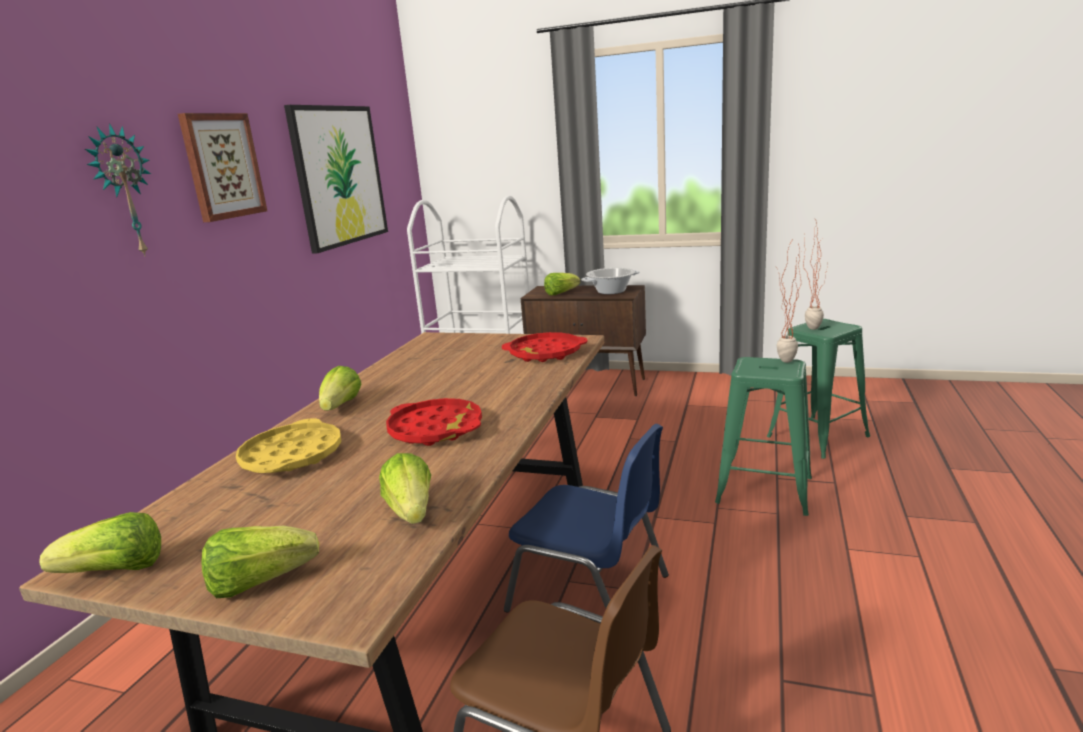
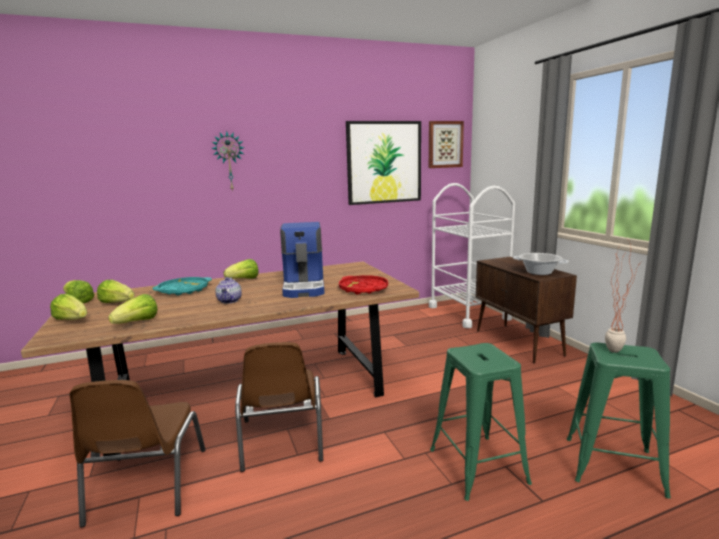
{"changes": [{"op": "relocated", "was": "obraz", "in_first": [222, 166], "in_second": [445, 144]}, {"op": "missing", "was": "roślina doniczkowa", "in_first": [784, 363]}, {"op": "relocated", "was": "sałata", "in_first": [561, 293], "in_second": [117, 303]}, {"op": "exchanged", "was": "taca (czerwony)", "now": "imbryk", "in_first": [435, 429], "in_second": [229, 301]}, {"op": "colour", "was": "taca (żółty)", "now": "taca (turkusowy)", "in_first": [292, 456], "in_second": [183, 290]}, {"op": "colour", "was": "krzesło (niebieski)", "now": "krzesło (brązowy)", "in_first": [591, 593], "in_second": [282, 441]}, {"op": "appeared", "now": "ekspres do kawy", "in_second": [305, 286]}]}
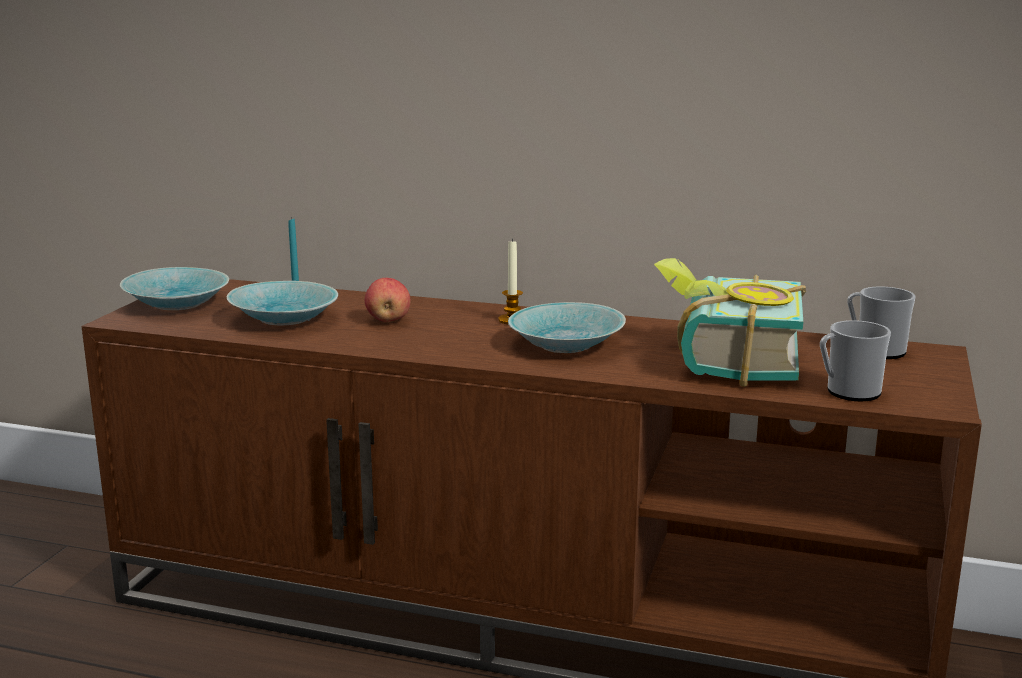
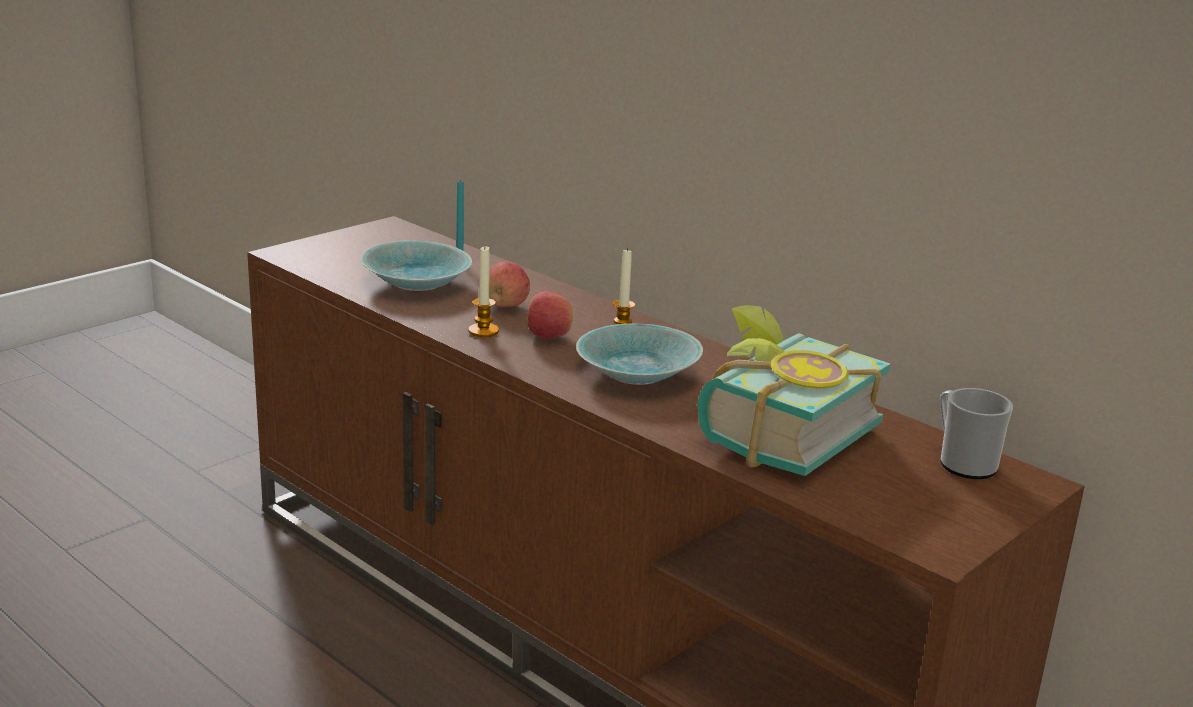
{"changes": [{"op": "missing", "was": "miska (turkusowy)", "in_first": [180, 303]}, {"op": "missing", "was": "kubek", "in_first": [848, 392]}, {"op": "appeared", "now": "świeca", "in_second": [483, 331]}, {"op": "appeared", "now": "jabłko", "in_second": [548, 336]}]}
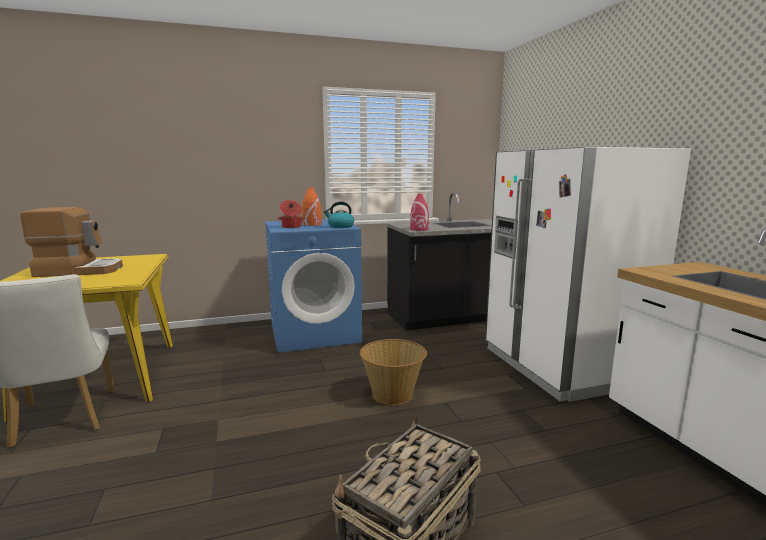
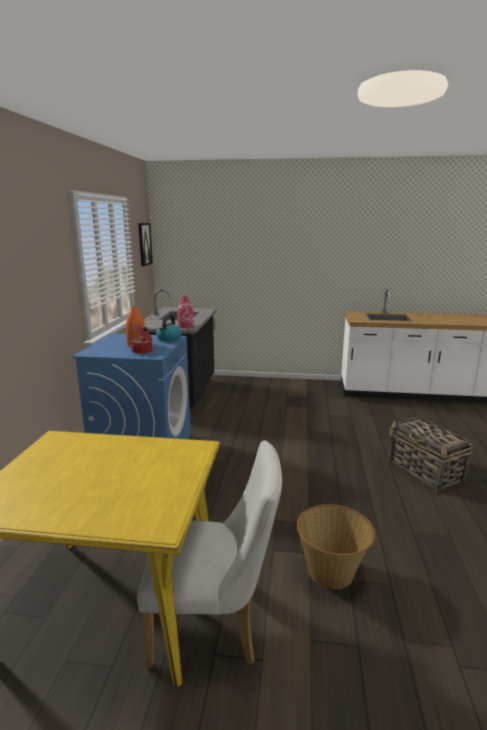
{"changes": [{"op": "missing", "was": "lodówka (biały)", "in_first": [561, 366]}, {"op": "missing", "was": "ekspres do kawy", "in_first": [80, 270]}, {"op": "relocated", "was": "koszyk", "in_first": [392, 395], "in_second": [331, 571]}, {"op": "appeared", "now": "obraz", "in_second": [144, 244]}]}
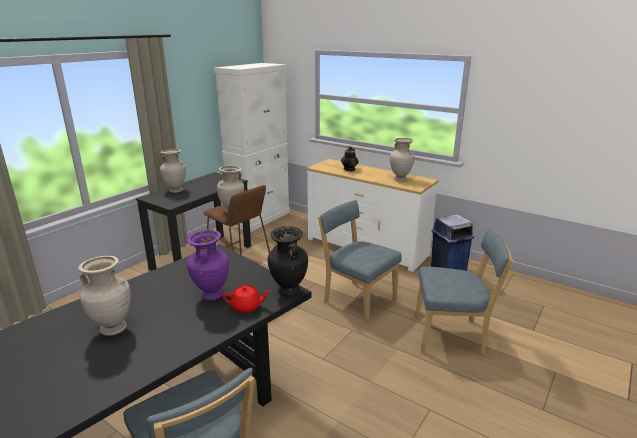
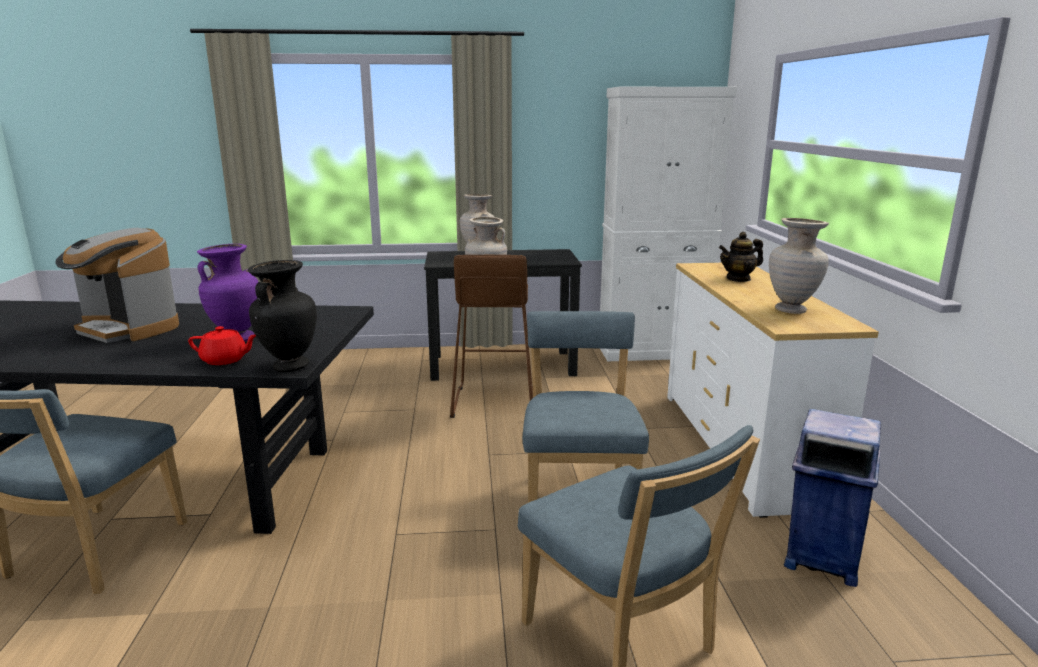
{"changes": [{"op": "exchanged", "was": "wazon (beżowy)", "now": "ekspres do kawy", "in_first": [113, 328], "in_second": [128, 329]}, {"op": "spun", "was": "imbryk (czerwony)", "in_first": [247, 307], "in_second": [225, 360], "clockwise": -45}]}
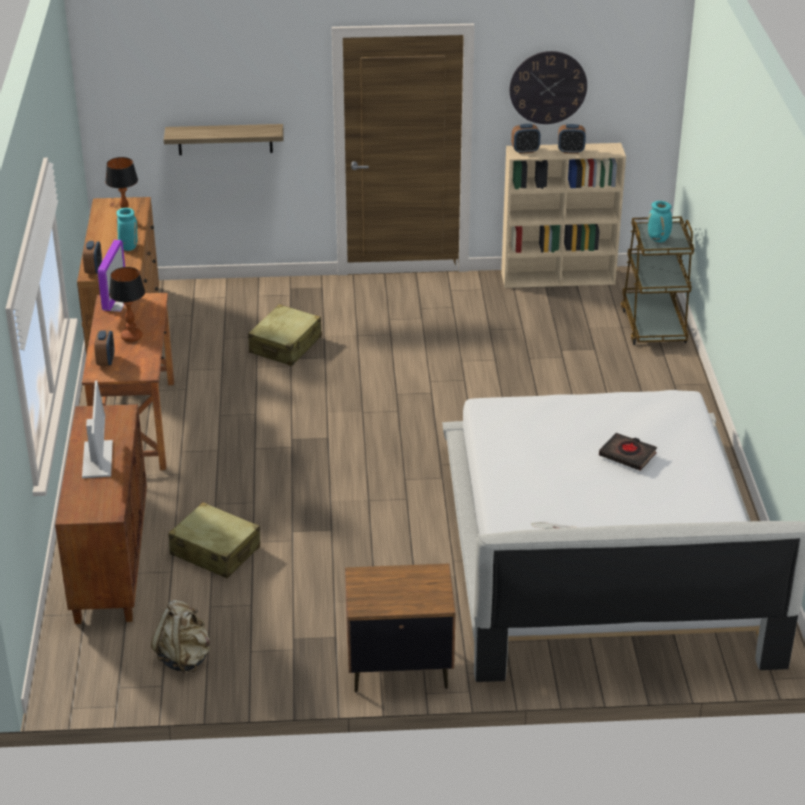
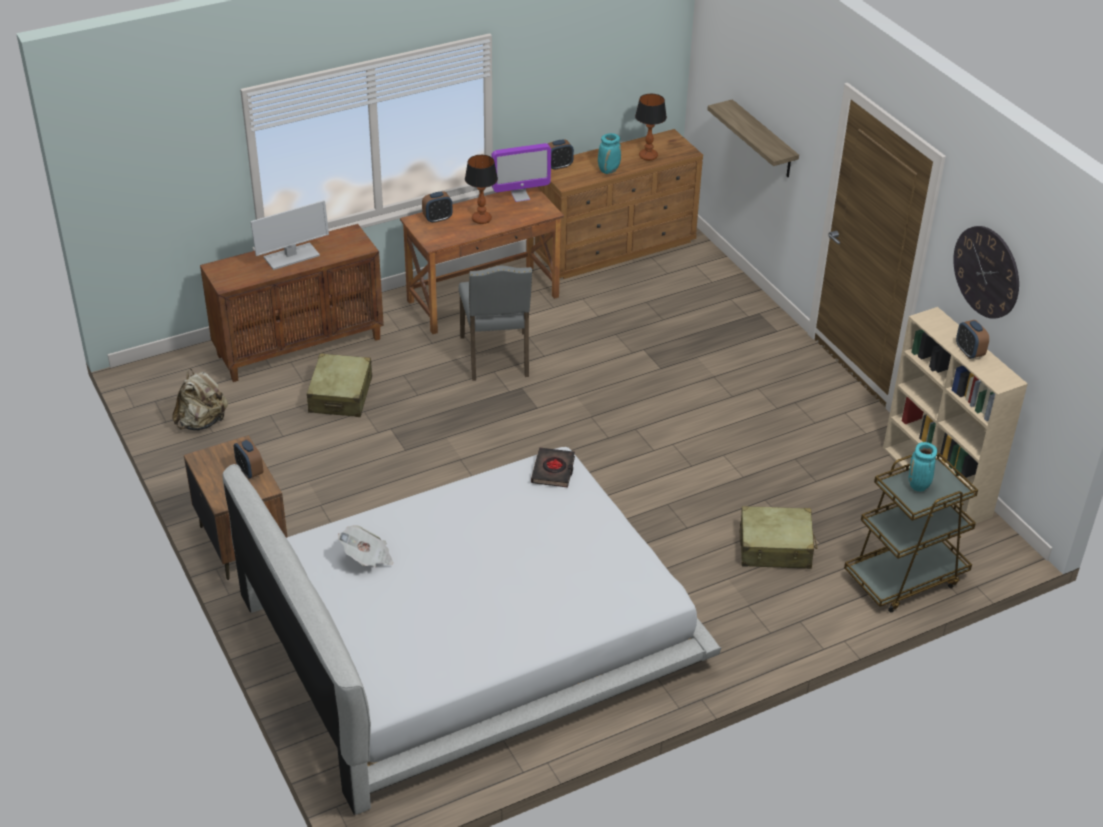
{"changes": [{"op": "relocated", "was": "budzik", "in_first": [525, 151], "in_second": [250, 471]}, {"op": "relocated", "was": "walizka (beżowy)", "in_first": [286, 345], "in_second": [775, 548]}, {"op": "relocated", "was": "książka (czarny)", "in_first": [627, 455], "in_second": [553, 470]}, {"op": "appeared", "now": "krzesło (szary)", "in_second": [497, 357]}]}
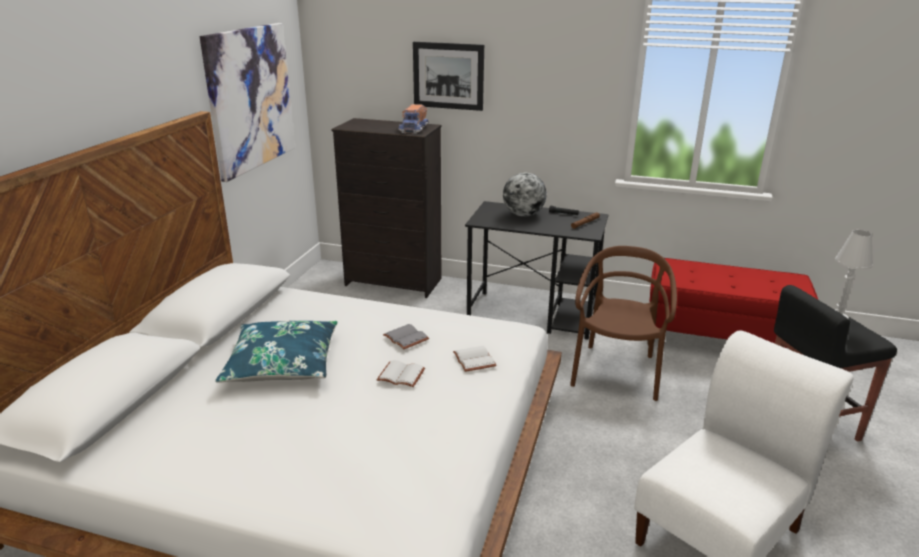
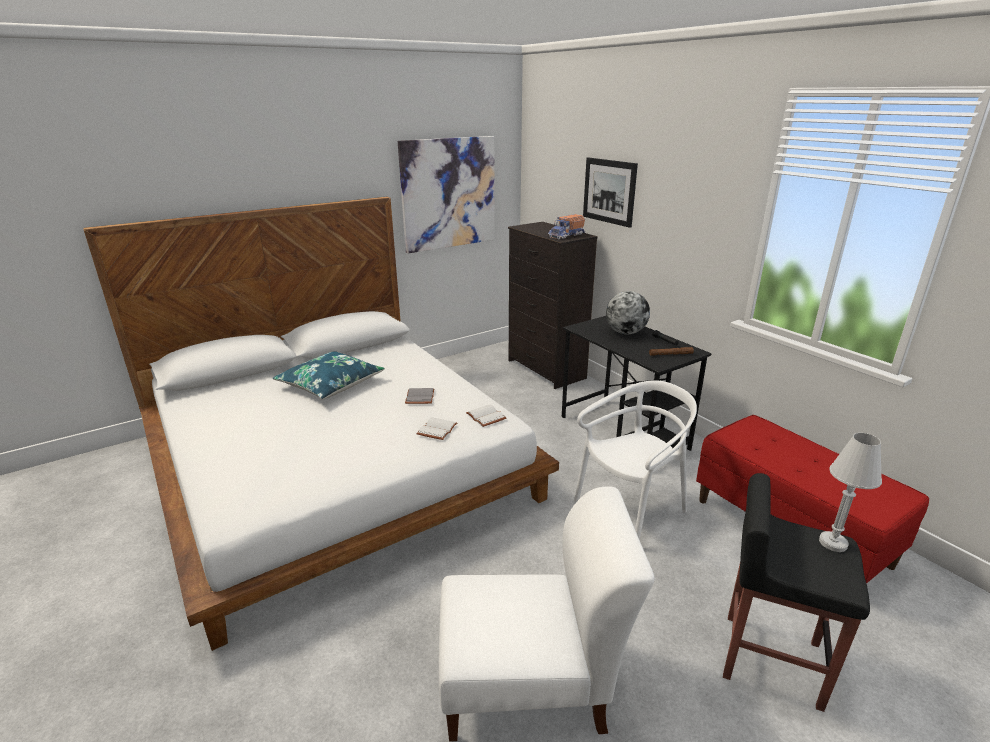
{"changes": [{"op": "colour", "was": "krzesło (brązowy)", "now": "krzesło (biały)", "in_first": [616, 372], "in_second": [631, 509]}, {"op": "relocated", "was": "książka (biały)", "in_first": [400, 376], "in_second": [484, 416]}]}
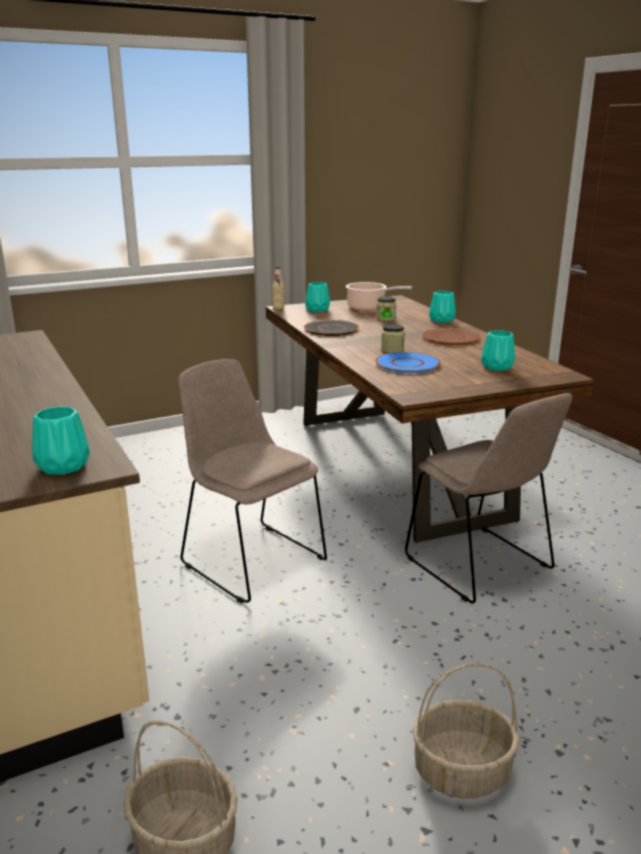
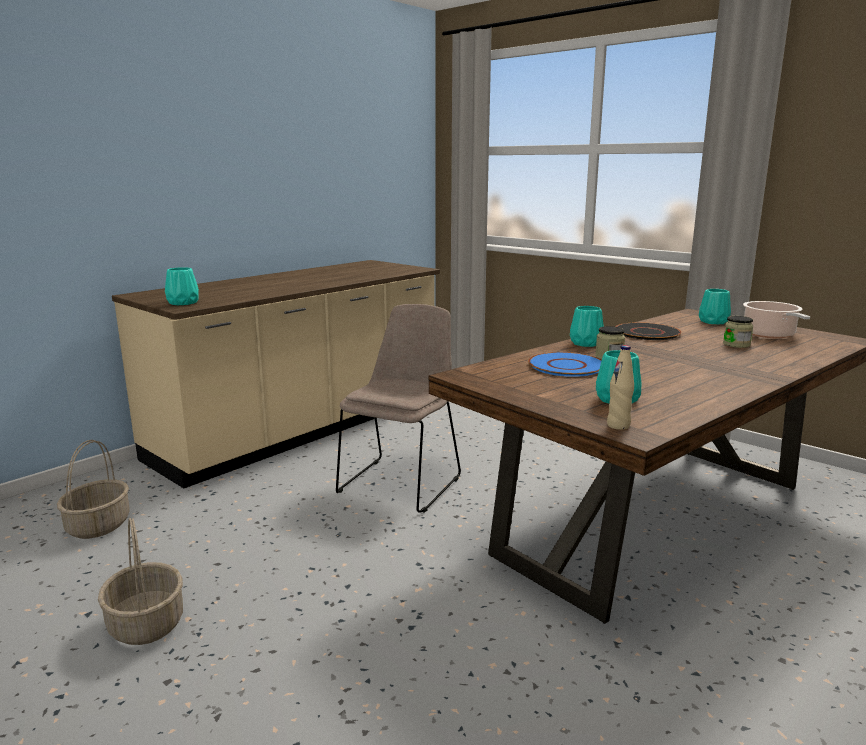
{"changes": [{"op": "relocated", "was": "butelka (beżowy)", "in_first": [278, 308], "in_second": [618, 425]}, {"op": "relocated", "was": "wazon (turkusowy)", "in_first": [441, 320], "in_second": [586, 343]}, {"op": "missing", "was": "talerz (brązowy)", "in_first": [450, 338]}, {"op": "missing", "was": "krzesło (beżowy)", "in_first": [480, 566]}]}
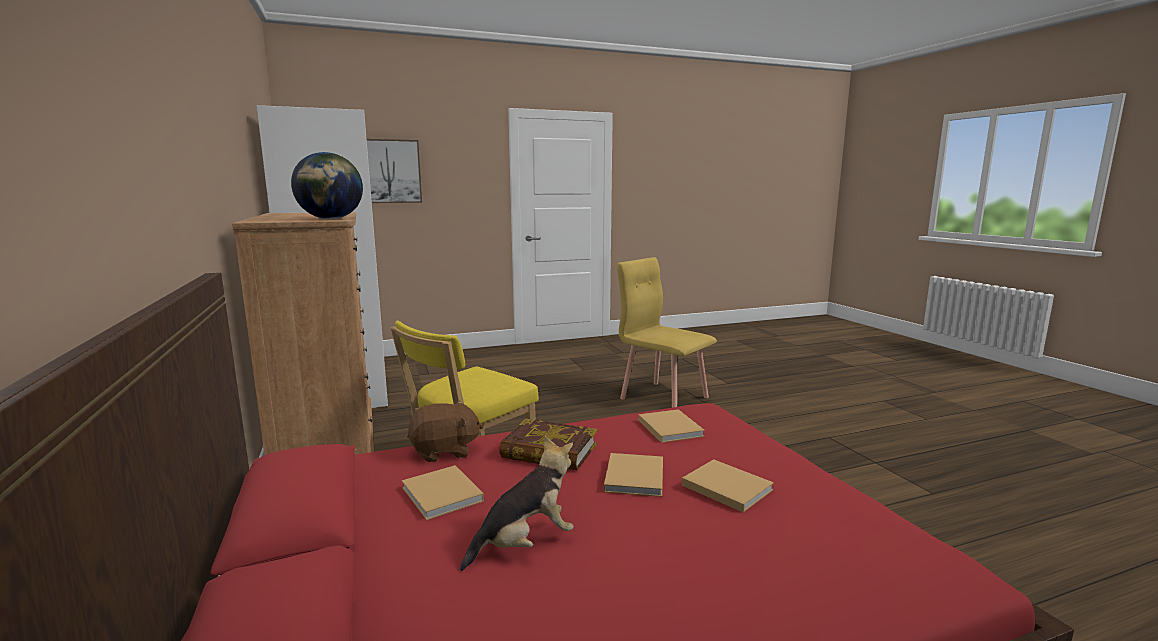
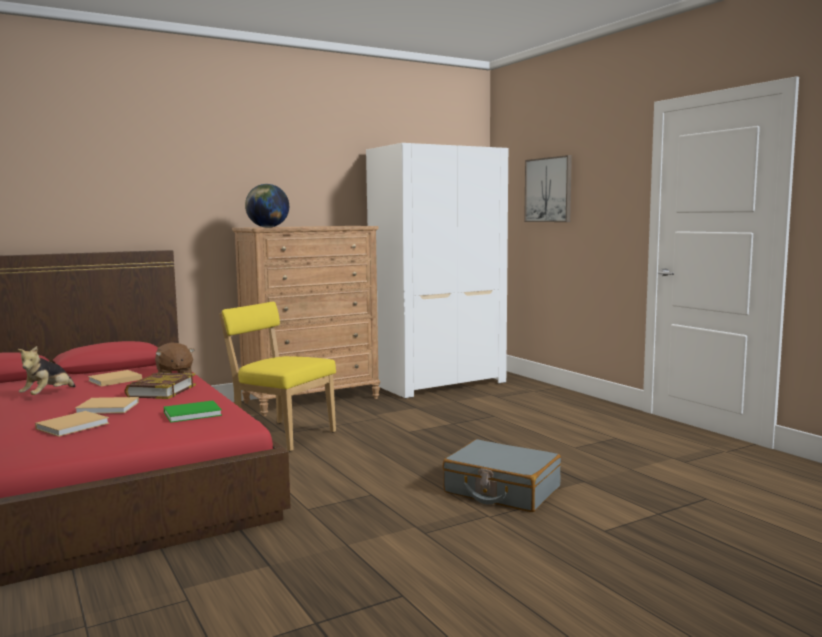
{"changes": [{"op": "exchanged", "was": "krzesło (żółty)", "now": "walizka (szary)", "in_first": [664, 397], "in_second": [501, 490]}, {"op": "colour", "was": "książka (beżowy)", "now": "książka (zielony)", "in_first": [669, 427], "in_second": [194, 413]}, {"op": "spun", "was": "pluszak", "in_first": [525, 544], "in_second": [48, 395], "clockwise": 60}]}
